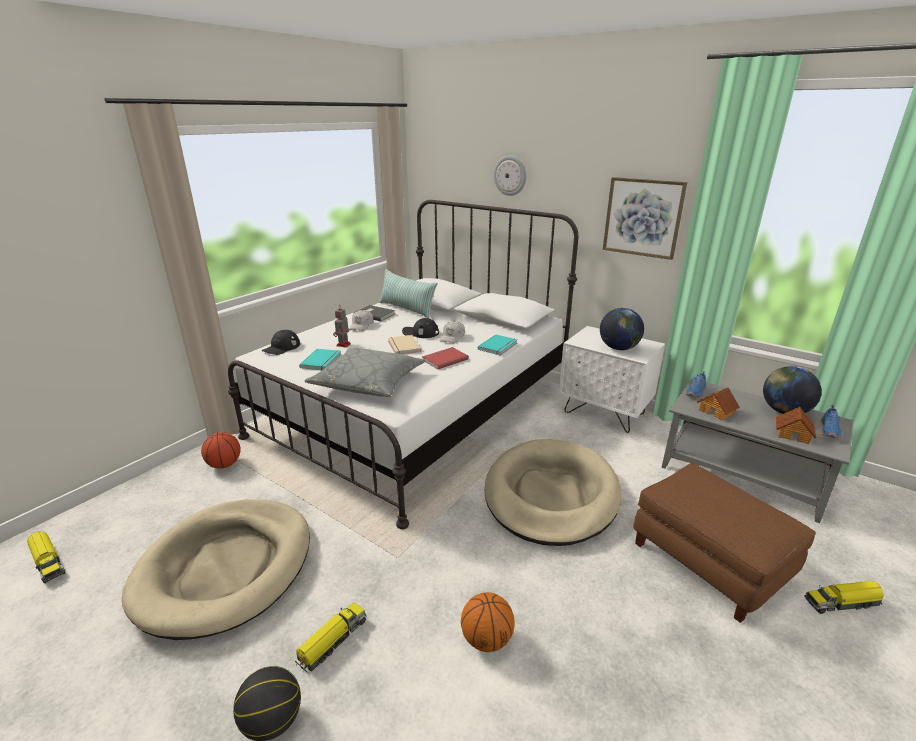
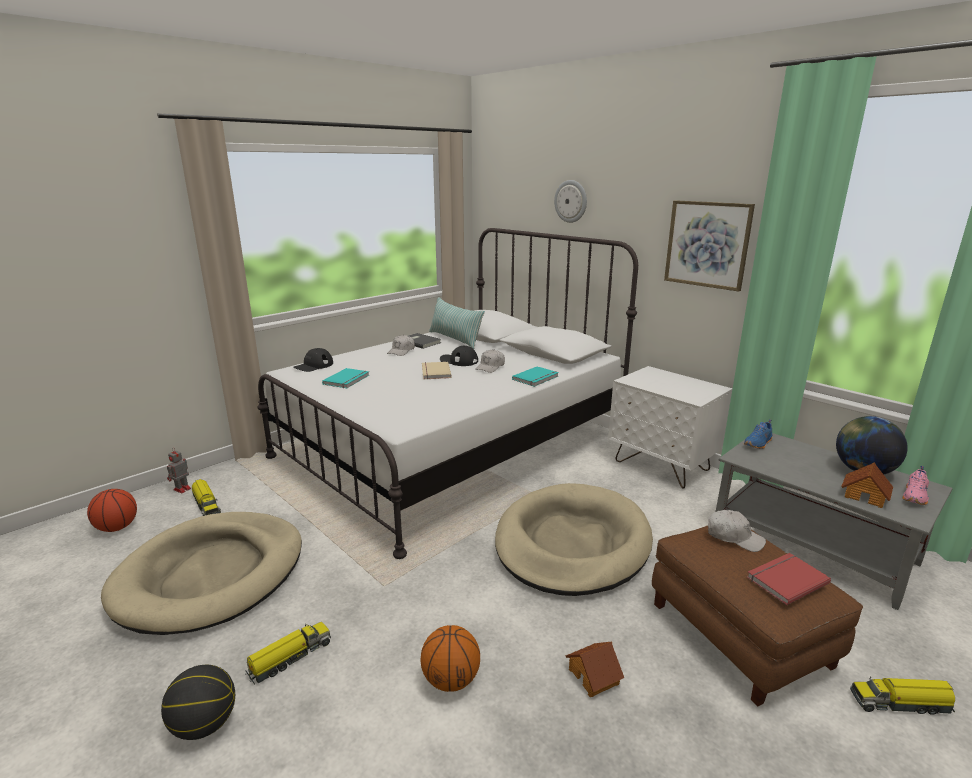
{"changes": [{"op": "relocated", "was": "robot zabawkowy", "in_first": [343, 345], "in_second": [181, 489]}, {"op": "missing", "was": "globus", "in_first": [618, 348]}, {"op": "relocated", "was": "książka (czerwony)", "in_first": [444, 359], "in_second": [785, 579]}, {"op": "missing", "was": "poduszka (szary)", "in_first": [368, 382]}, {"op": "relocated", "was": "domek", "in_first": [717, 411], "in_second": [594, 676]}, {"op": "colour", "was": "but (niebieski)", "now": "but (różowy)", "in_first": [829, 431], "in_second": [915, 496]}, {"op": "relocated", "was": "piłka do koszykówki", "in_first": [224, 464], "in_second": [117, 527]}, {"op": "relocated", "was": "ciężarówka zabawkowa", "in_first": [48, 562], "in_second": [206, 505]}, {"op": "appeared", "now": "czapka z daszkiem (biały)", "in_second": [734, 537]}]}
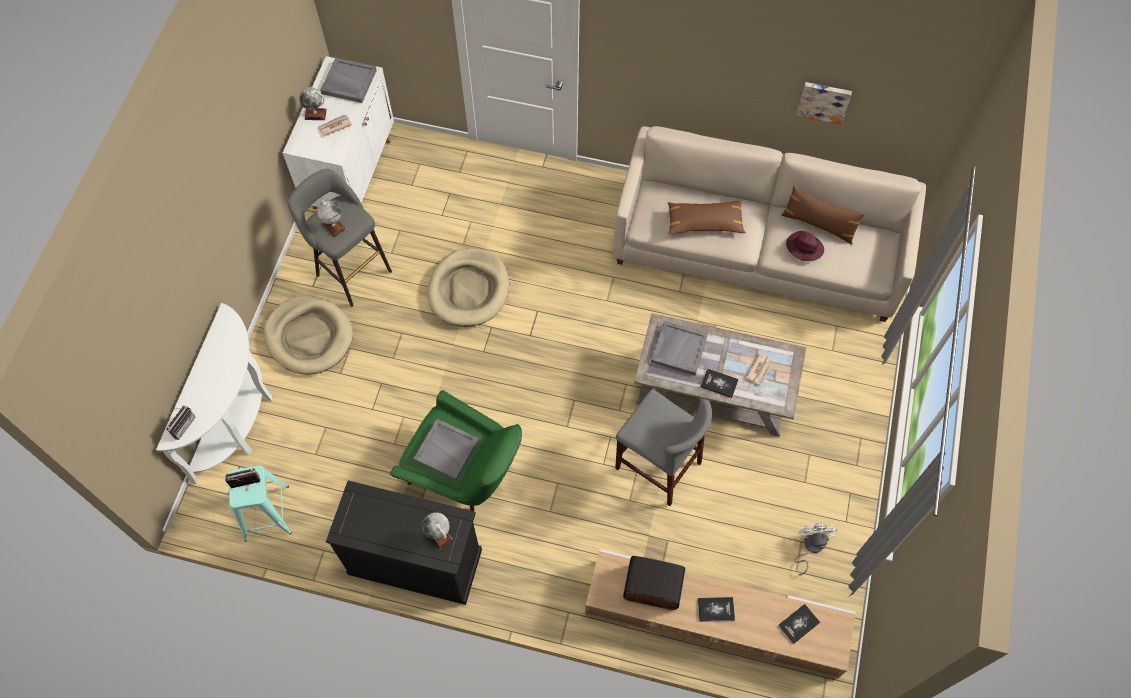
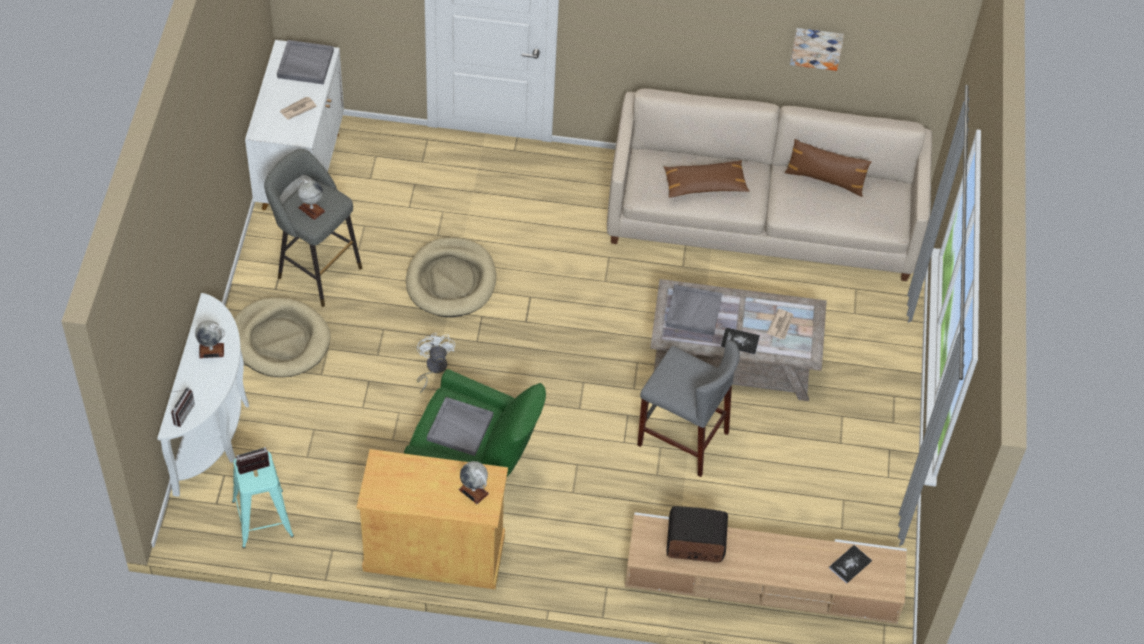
{"changes": [{"op": "relocated", "was": "globus", "in_first": [315, 114], "in_second": [211, 350]}, {"op": "missing", "was": "kapelusz (fioletowy)", "in_first": [803, 247]}, {"op": "colour", "was": "szafka (czarny)", "now": "szafka (beżowy)", "in_first": [415, 561], "in_second": [434, 552]}, {"op": "relocated", "was": "wentylator (biały)", "in_first": [810, 547], "in_second": [433, 368]}, {"op": "missing", "was": "książka", "in_first": [716, 609]}]}
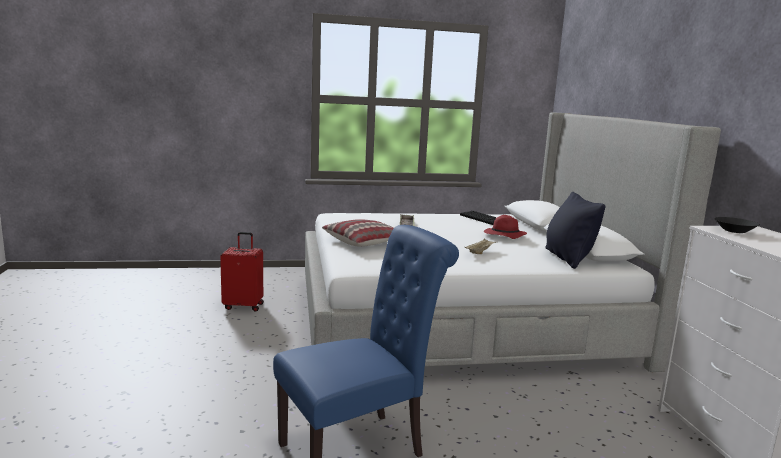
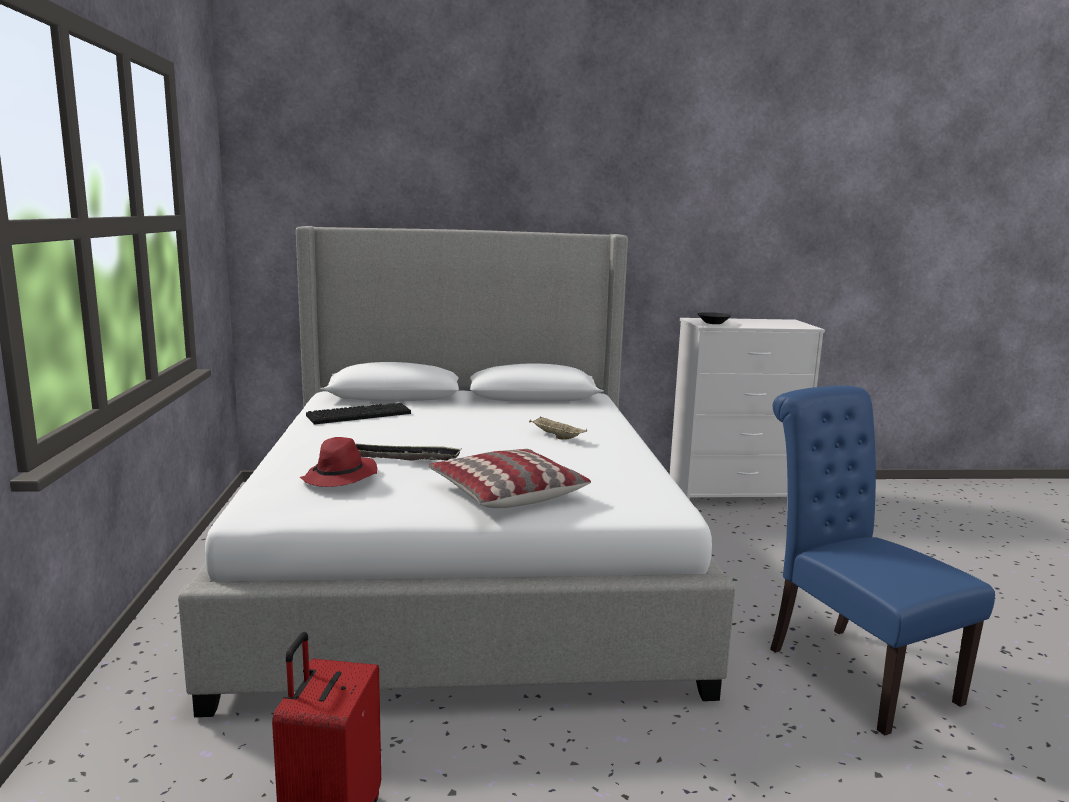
{"changes": [{"op": "missing", "was": "poduszka (czarny)", "in_first": [568, 258]}, {"op": "relocated", "was": "kapelusz (czerwony)", "in_first": [504, 235], "in_second": [340, 478]}]}
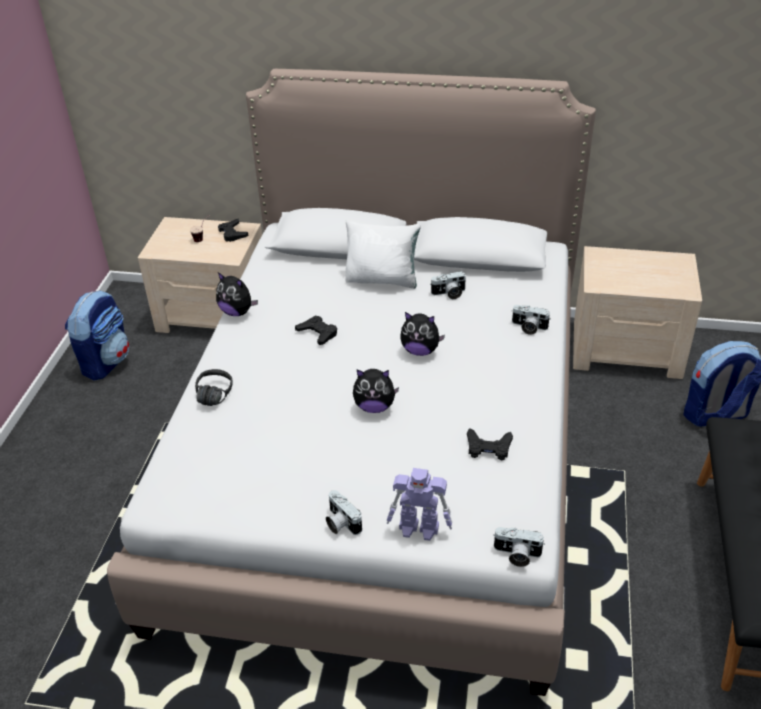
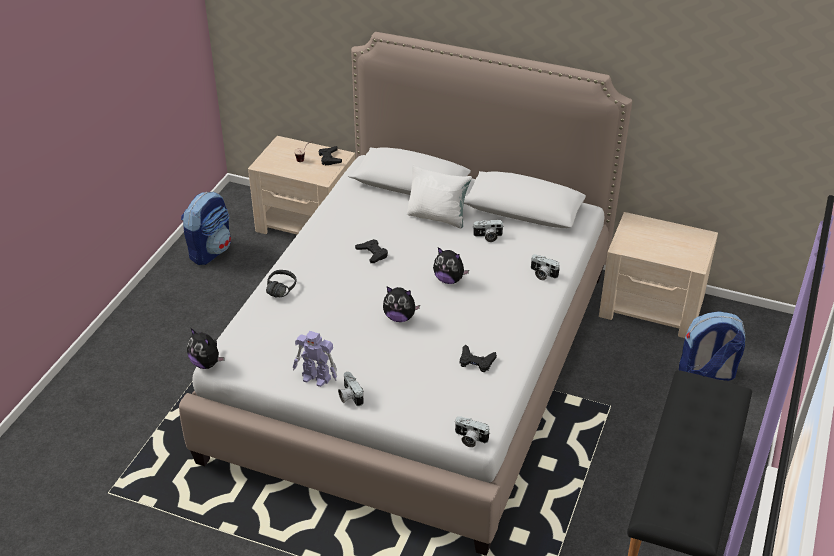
{"changes": [{"op": "relocated", "was": "pluszak", "in_first": [237, 312], "in_second": [206, 363]}, {"op": "relocated", "was": "robot zabawkowy", "in_first": [420, 528], "in_second": [316, 378]}]}
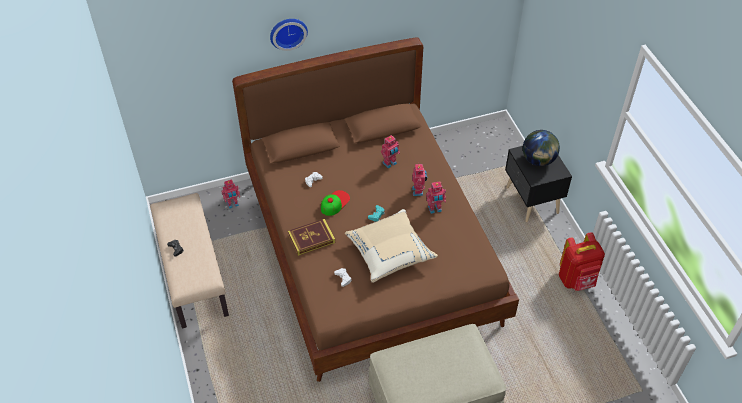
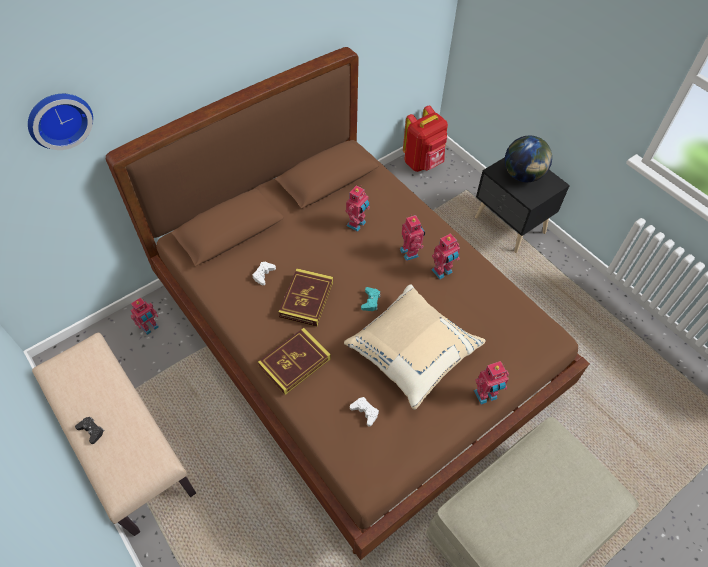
{"changes": [{"op": "relocated", "was": "zegar ścienny", "in_first": [288, 32], "in_second": [59, 119]}, {"op": "exchanged", "was": "czapka z daszkiem", "now": "książka", "in_first": [334, 203], "in_second": [306, 299]}, {"op": "relocated", "was": "plecak (czerwony)", "in_first": [577, 280], "in_second": [423, 162]}, {"op": "appeared", "now": "robot zabawkowy", "in_second": [486, 396]}]}
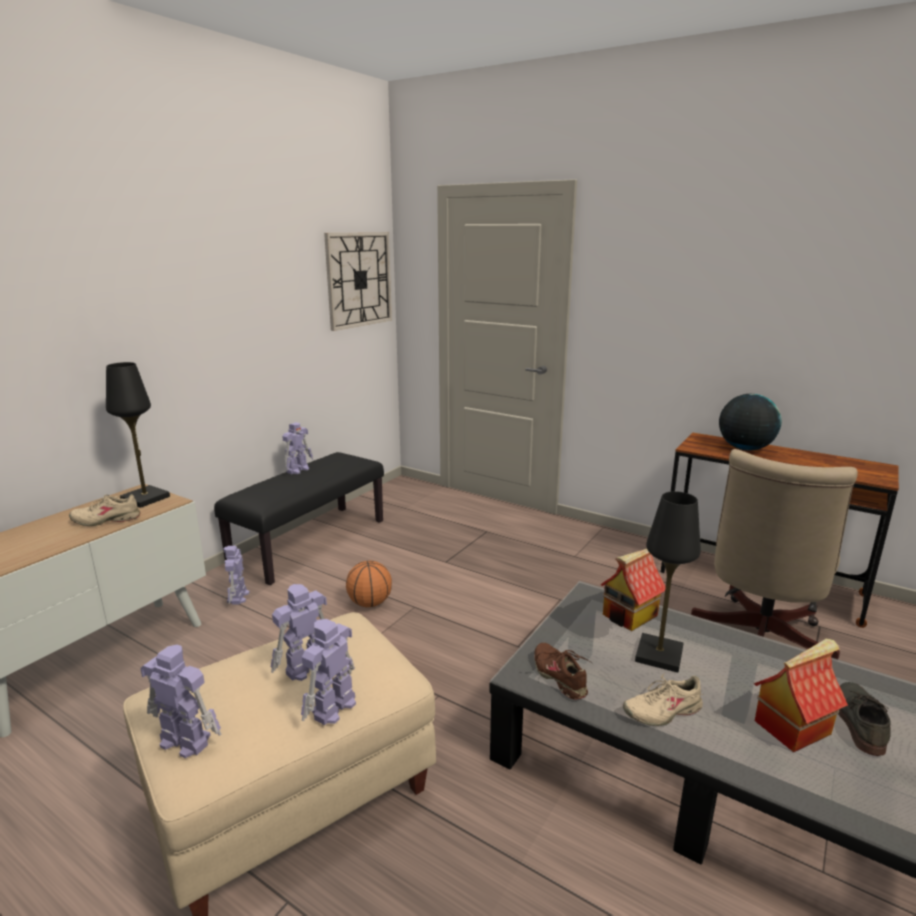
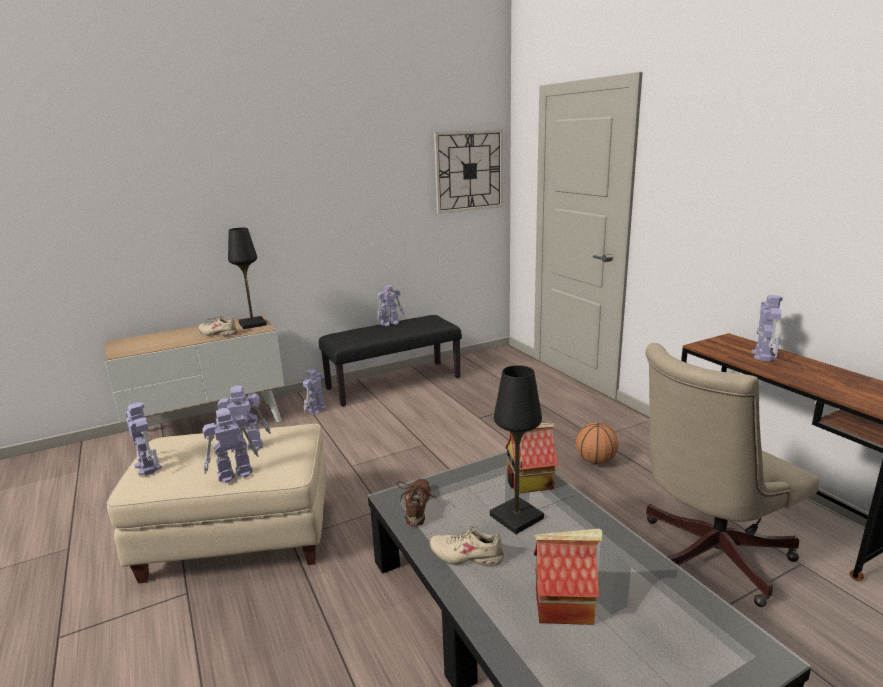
{"changes": [{"op": "exchanged", "was": "globus", "now": "robot zabawkowy", "in_first": [744, 448], "in_second": [763, 355]}, {"op": "relocated", "was": "piłka do koszykówki", "in_first": [370, 603], "in_second": [595, 461]}, {"op": "missing", "was": "but (szary)", "in_first": [858, 720]}]}
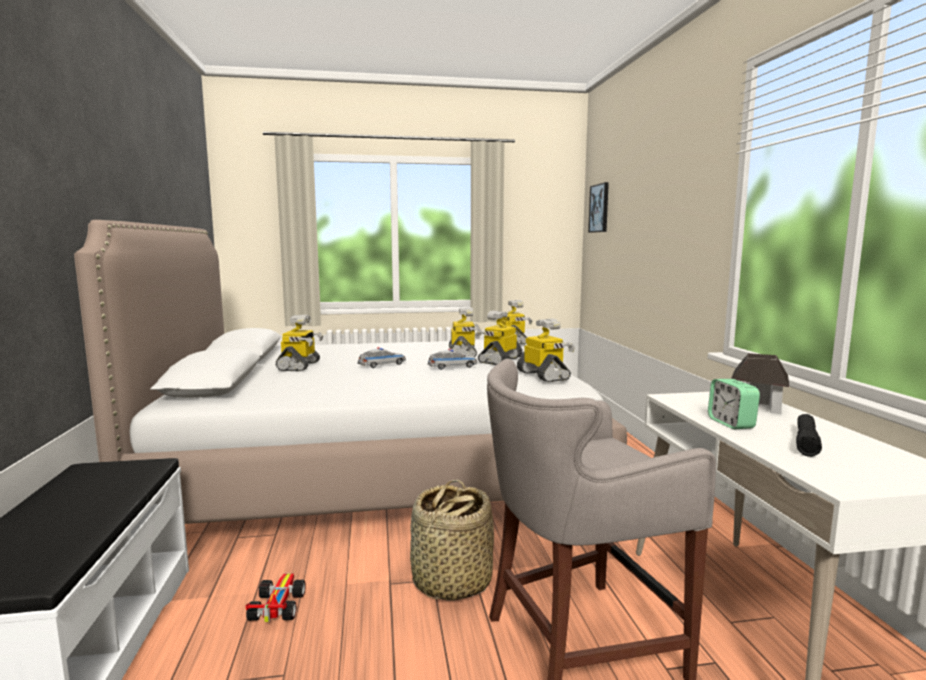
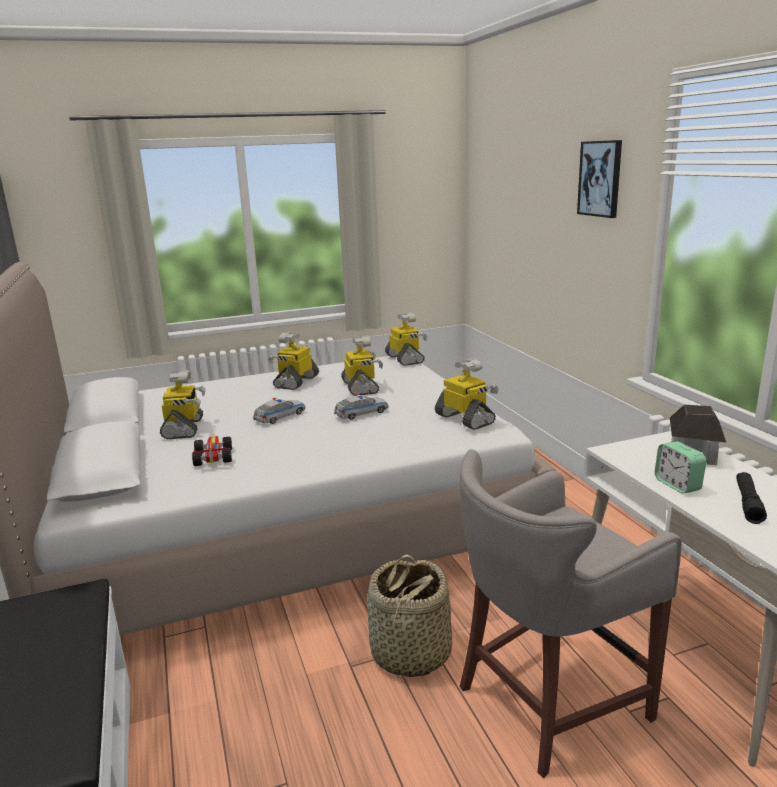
{"changes": [{"op": "relocated", "was": "obraz", "in_first": [599, 208], "in_second": [600, 178]}, {"op": "relocated", "was": "robot zabawkowy", "in_first": [499, 360], "in_second": [296, 382]}, {"op": "relocated", "was": "samochodzik", "in_first": [276, 606], "in_second": [212, 457]}]}
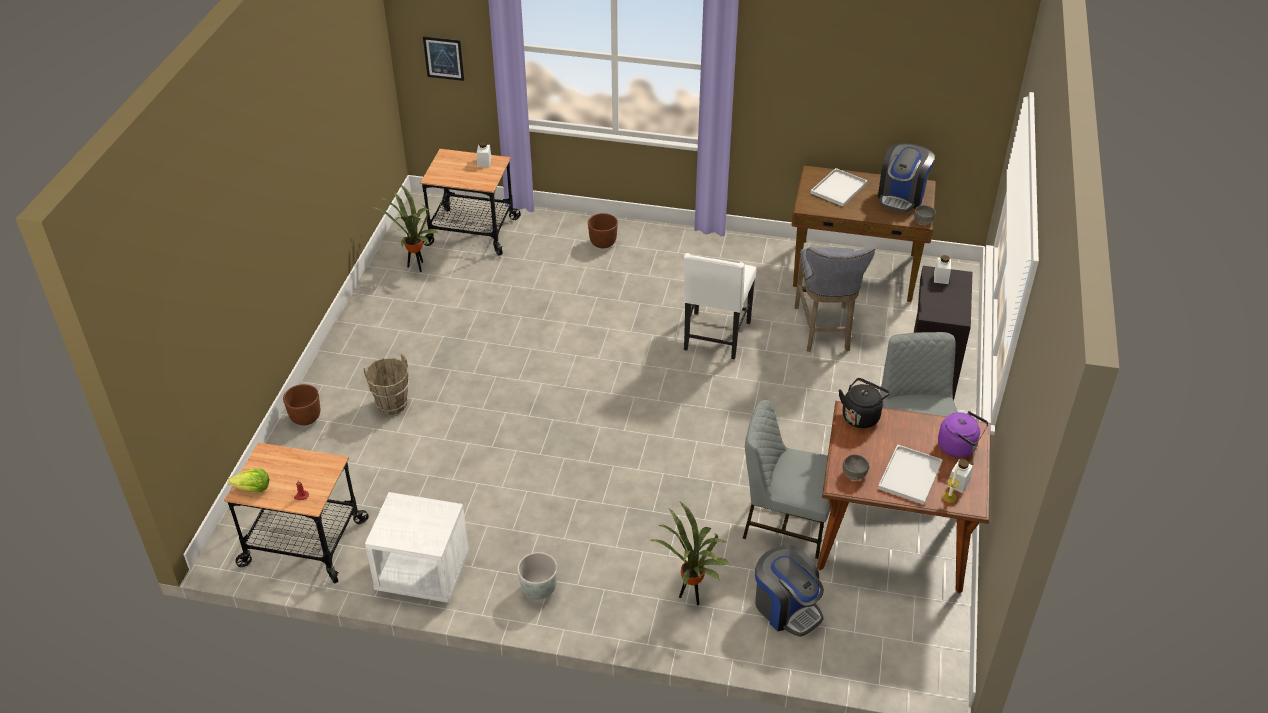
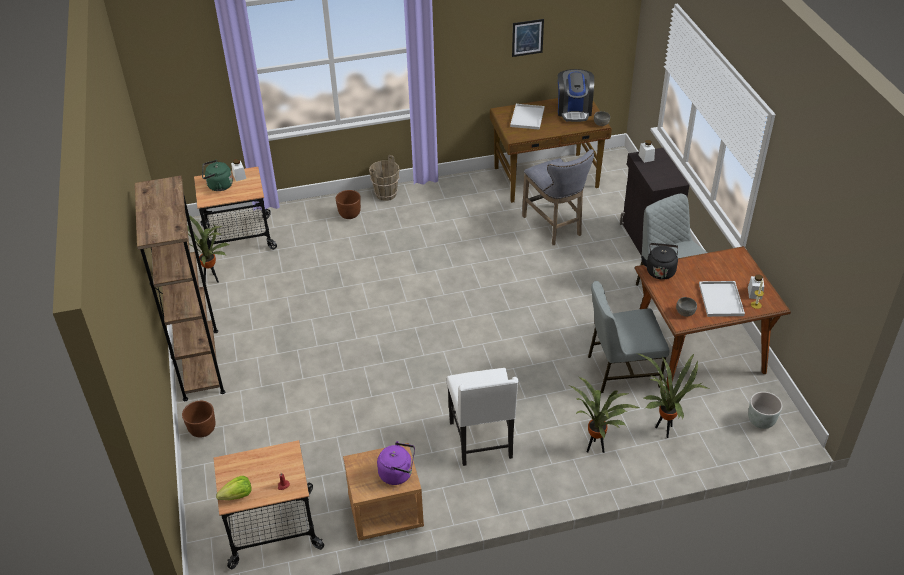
{"changes": [{"op": "relocated", "was": "obraz", "in_first": [443, 58], "in_second": [527, 37]}, {"op": "relocated", "was": "krzesło (biały)", "in_first": [715, 337], "in_second": [482, 441]}, {"op": "relocated", "was": "wiadro (brązowy)", "in_first": [392, 404], "in_second": [386, 194]}, {"op": "relocated", "was": "czajnik (fioletowy)", "in_first": [959, 447], "in_second": [398, 473]}, {"op": "colour", "was": "szafka nocna (biały)", "now": "szafka nocna (brązowy)", "in_first": [422, 573], "in_second": [385, 512]}, {"op": "exchanged", "was": "ekspres do kawy", "now": "roślina doniczkowa", "in_first": [786, 608], "in_second": [664, 429]}, {"op": "relocated", "was": "donica (szary)", "in_first": [538, 590], "in_second": [761, 421]}, {"op": "appeared", "now": "czajnik (zielony)", "in_second": [218, 186]}, {"op": "appeared", "now": "regał (brązowy)", "in_second": [201, 364]}]}
